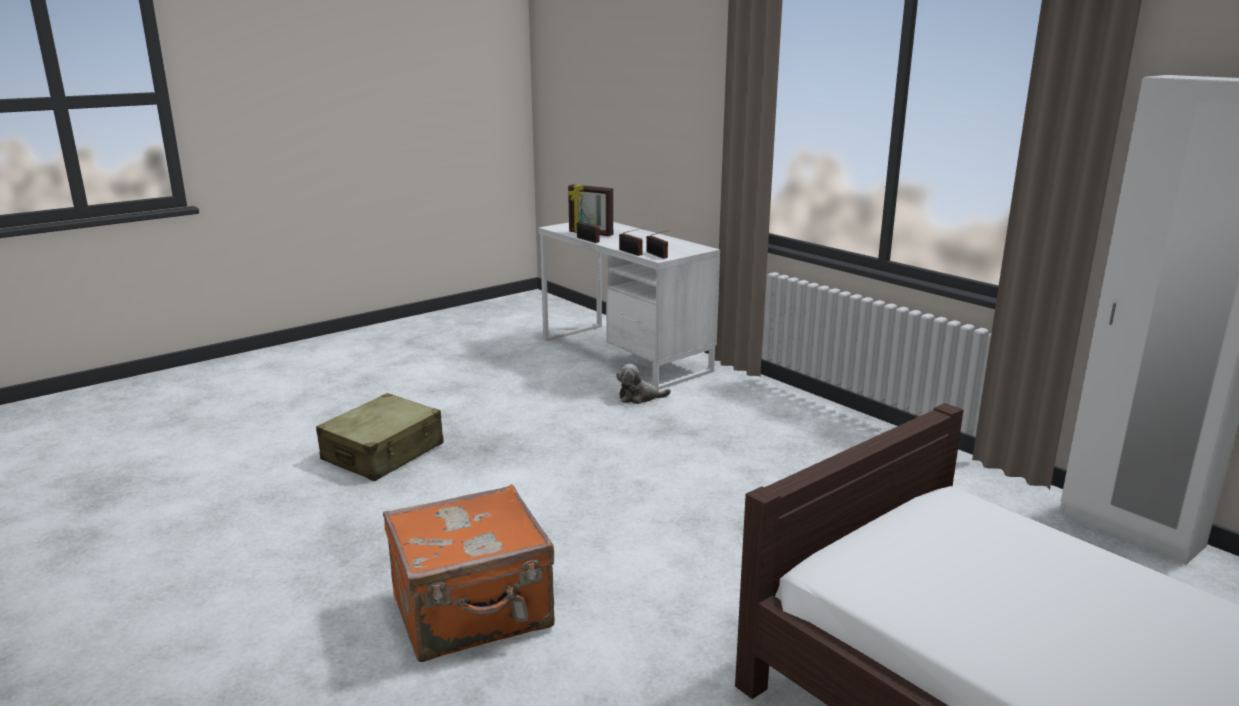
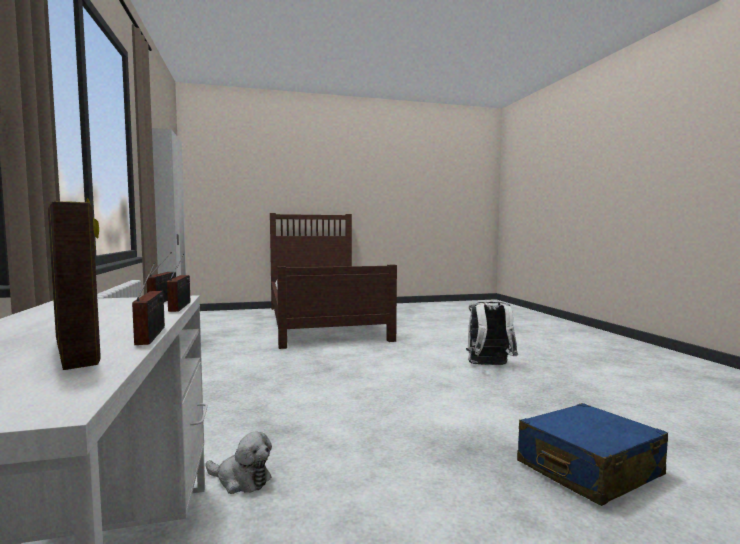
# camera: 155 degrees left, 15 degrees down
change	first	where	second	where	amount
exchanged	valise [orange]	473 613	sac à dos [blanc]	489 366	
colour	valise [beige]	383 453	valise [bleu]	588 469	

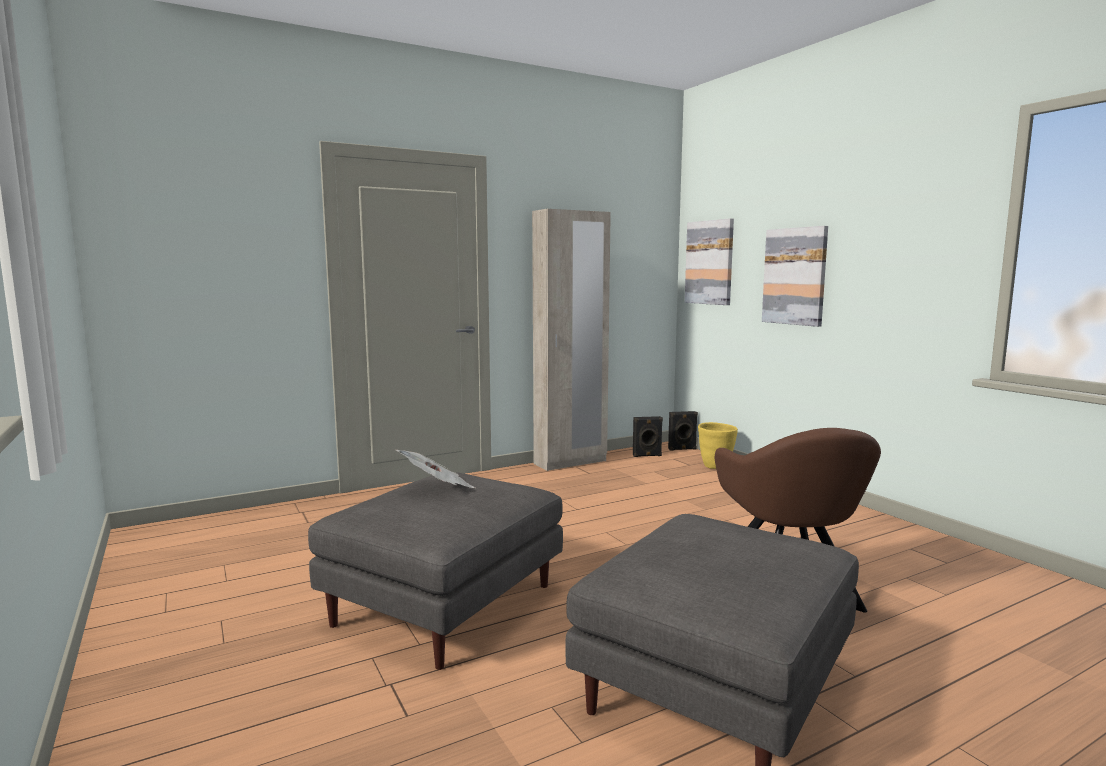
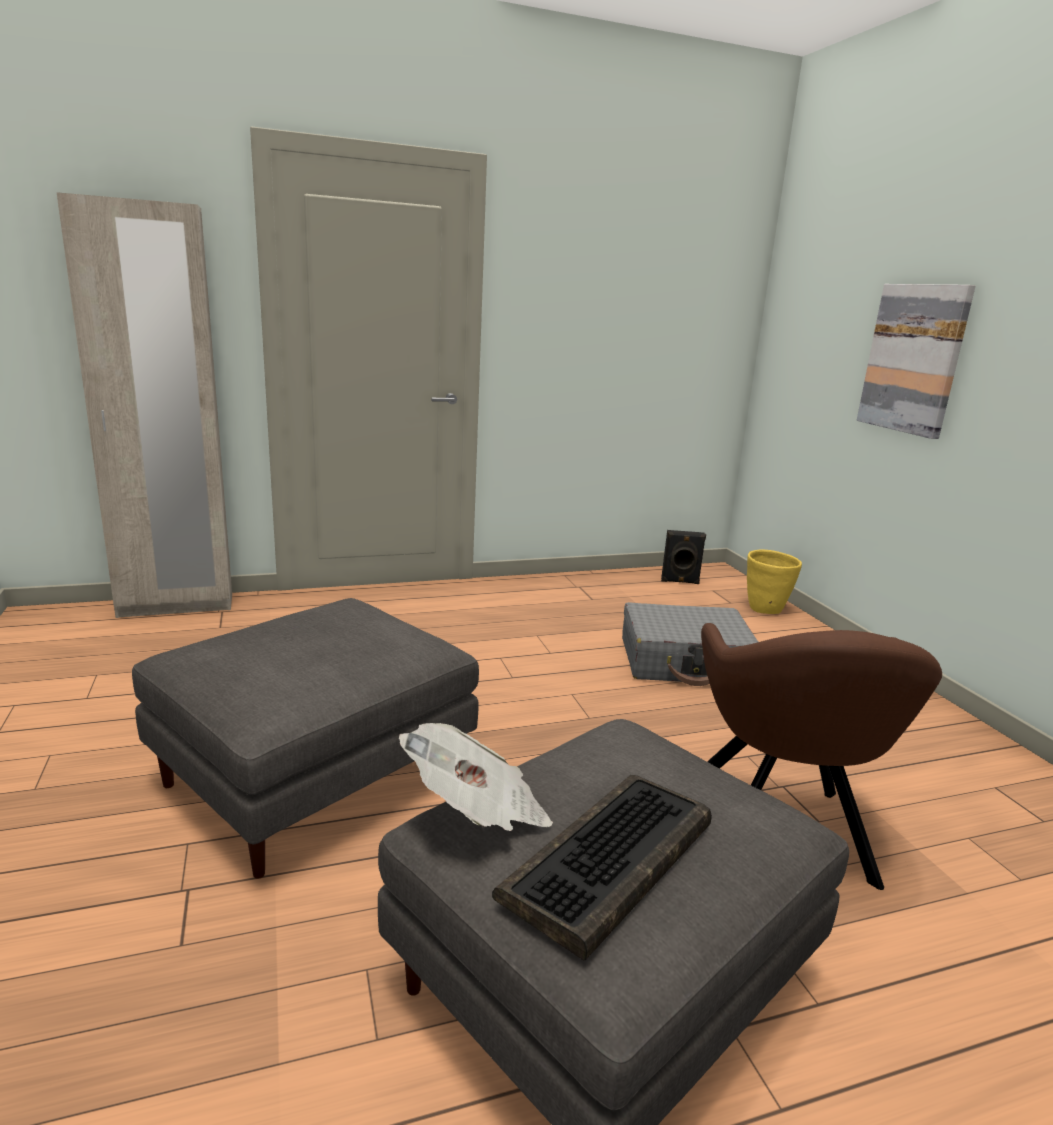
# camera: 10 degrees right, 10 degrees up
change	first	where	second	where	amount
missing	enceinte [noir]	682 449			
missing	tableau	709 262			
appeared			clavier	610 861	
appeared			valise [gris]	685 662	
relocated	journal	437 488		477 811	
relocated	armoire [beige]	570 462		176 606	

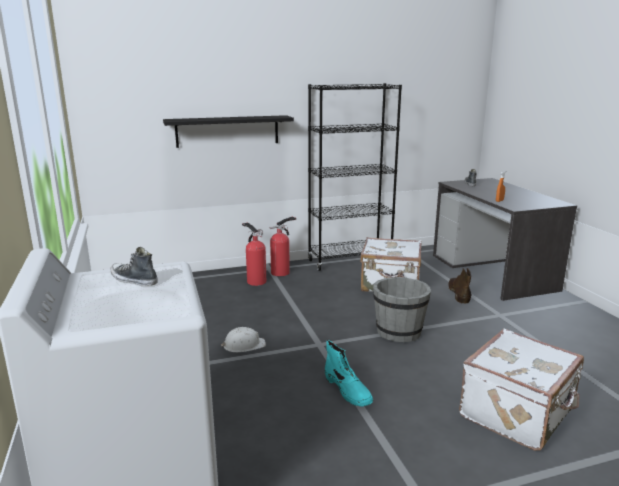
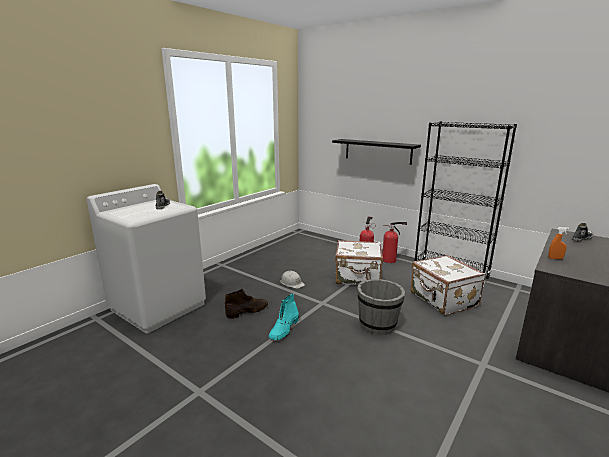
# camera: 55 degrees right, 0 degrees up
change	first	where	second	where	amount
relocated	botte [marron]	458 293		247 311	
relocated	valise [blanc]	518 414		358 277	

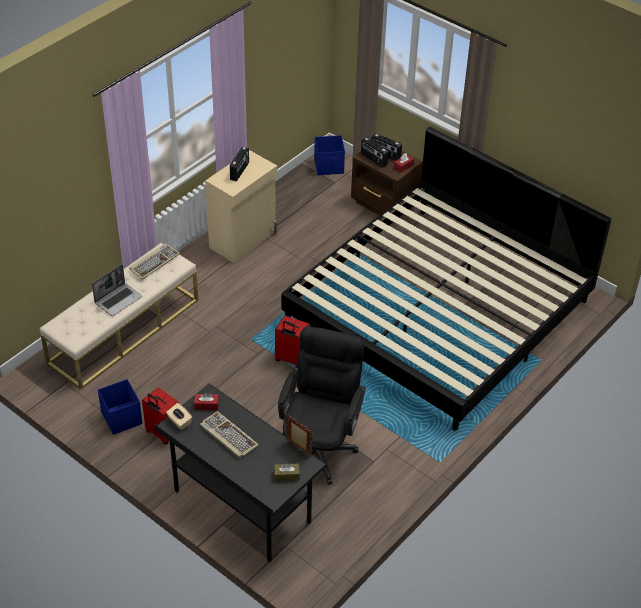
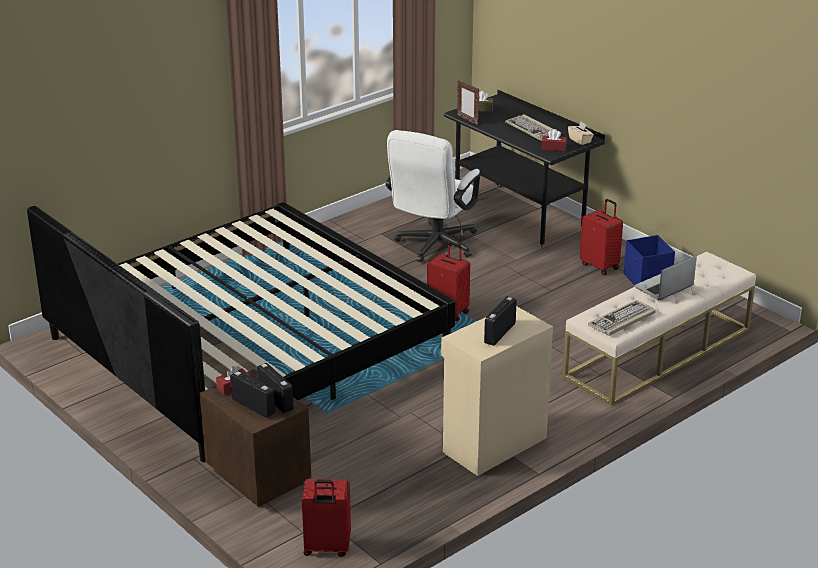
# camera: 170 degrees left, 15 degrees down
change	first	where	second	where	amount
exchanged	boîte de rangement [bleu]	329 166	valise [rouge]	327 548	
colour	chaise de bureau [noir]	319 445	chaise de bureau [blanc]	433 247	

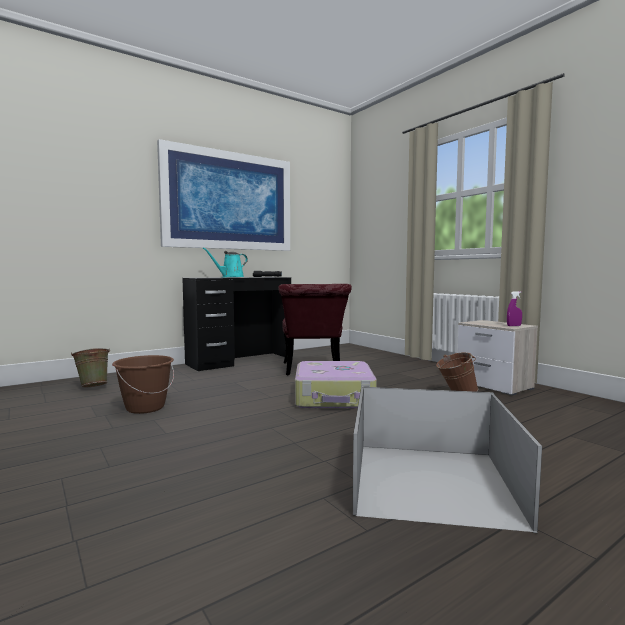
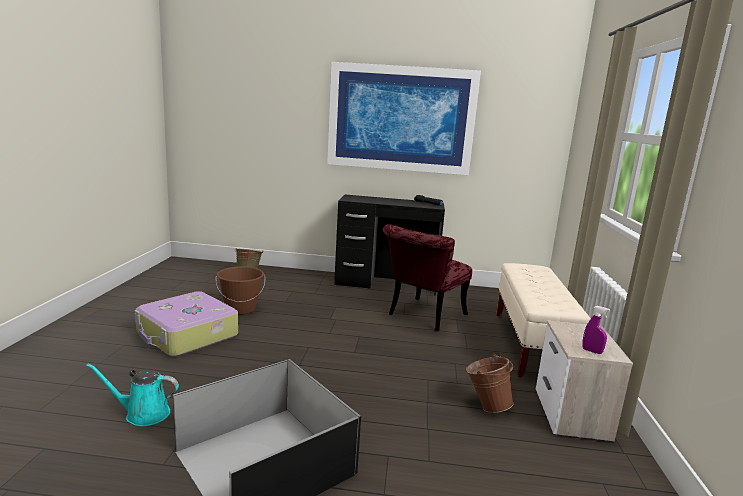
# camera: 40 degrees right, 10 degrees up
change	first	where	second	where	amount
appeared			banc [beige]	531 345	
relocated	arrosoir [turquoise]	230 277		143 414	
relocated	valise	334 397		187 335	

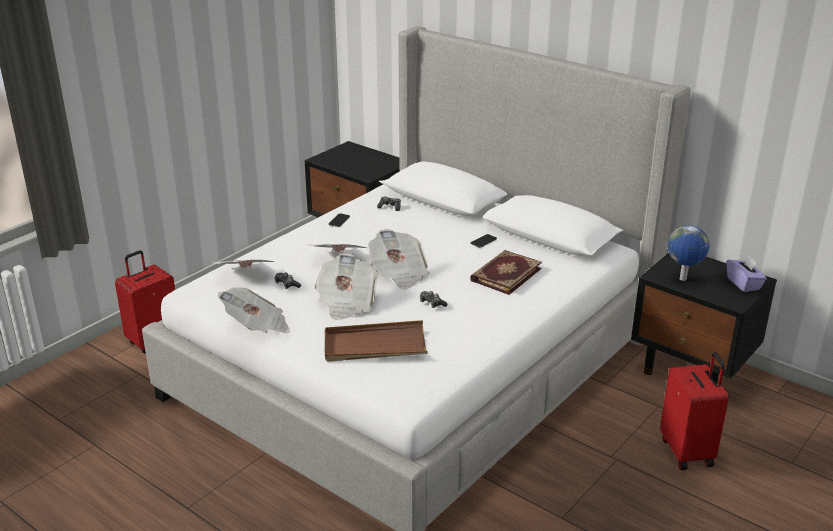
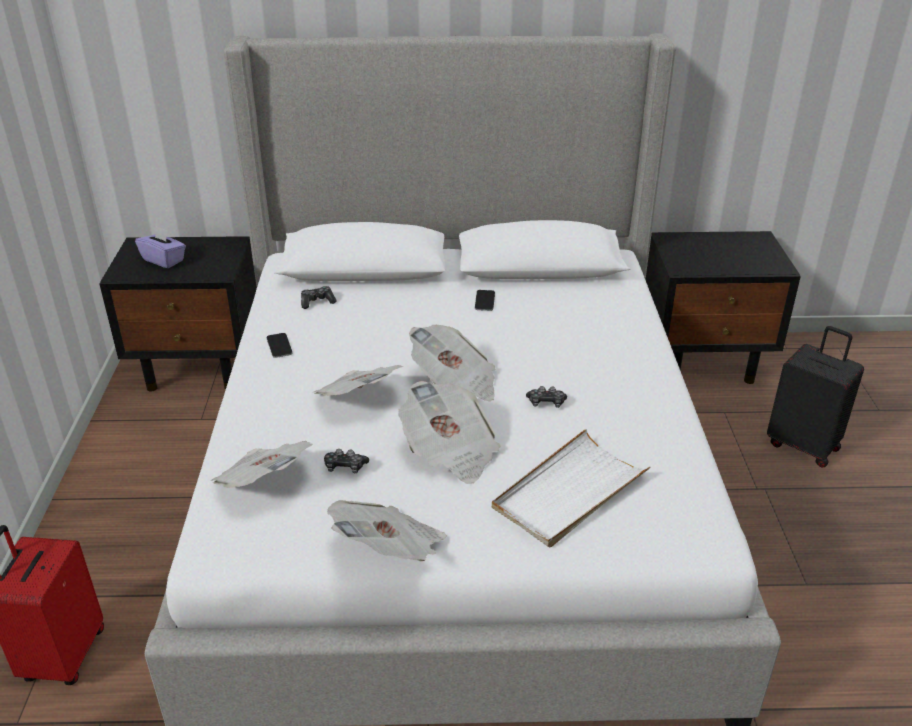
# camera: 40 degrees left, 5 degrees up
change	first	where	second	where	amount
missing	livre	505 274			
missing	globe	683 279			
relocated	boîte à mouchoirs [violet]	744 284		164 260	
colour	plateau [marron]	374 345	plateau [blanc]	569 492	
colour	valise [rouge]	688 452	valise [noir]	803 445	

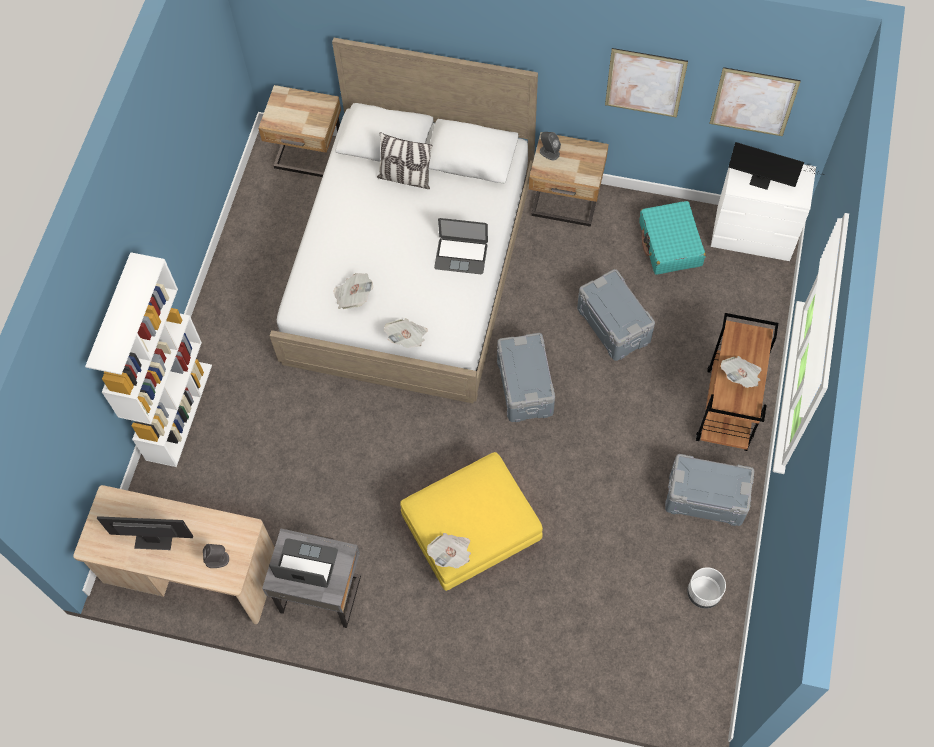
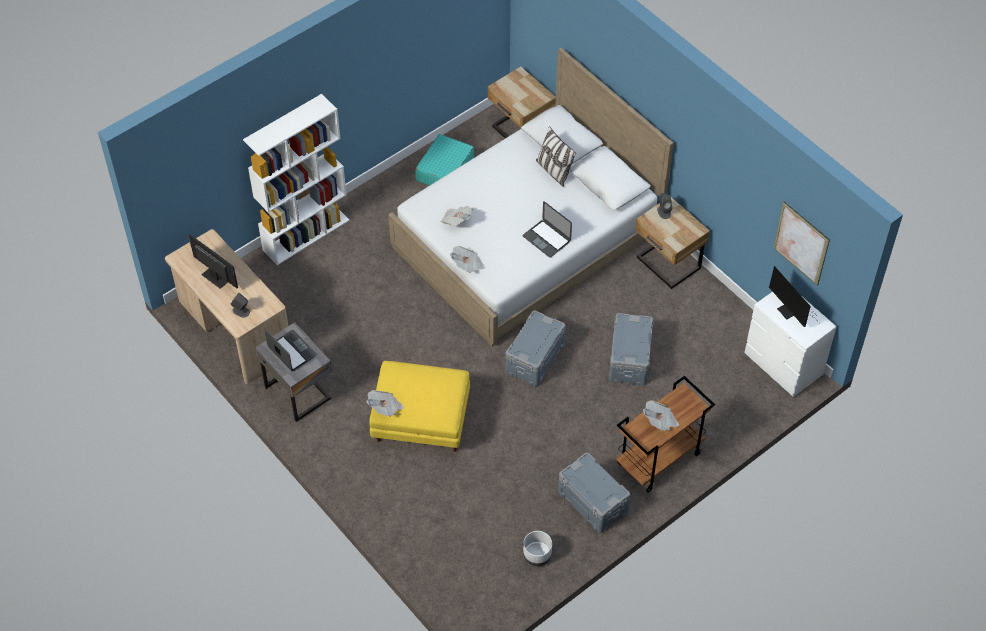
# camera: 35 degrees right, 10 degrees down
change	first	where	second	where	amount
missing	tableau	645 83			
relocated	valise [turquoise]	670 244		444 169	

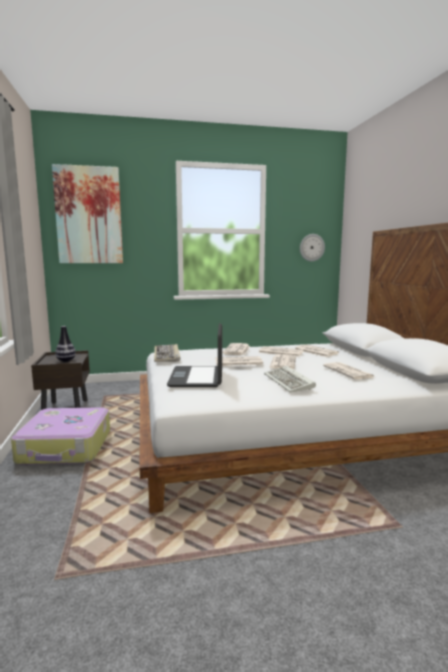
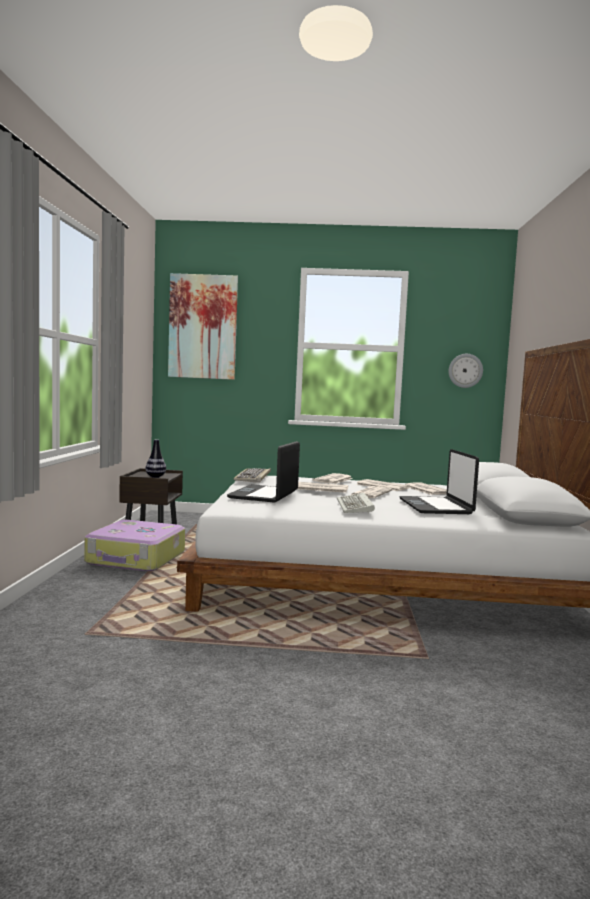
# camera: 15 degrees right, 5 degrees down
change	first	where	second	where	amount
exchanged	journal	349 372	ordinateur portable	436 506	

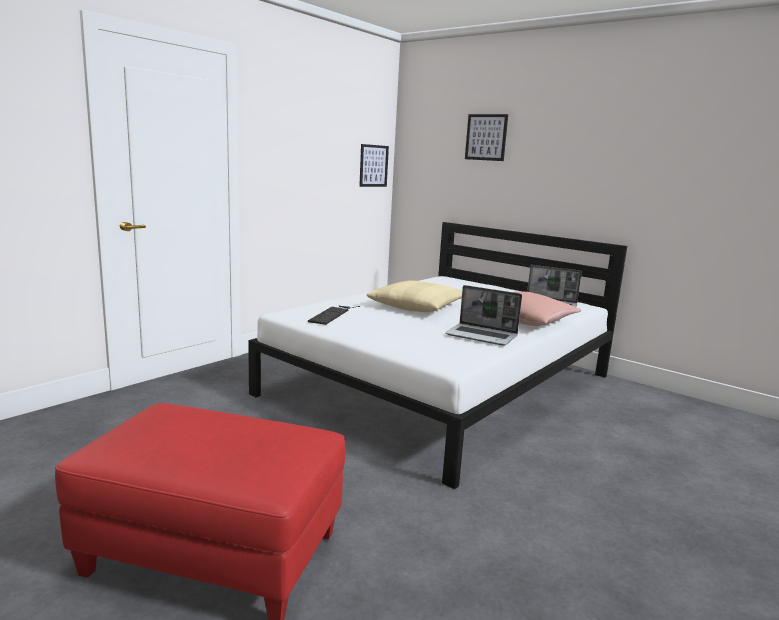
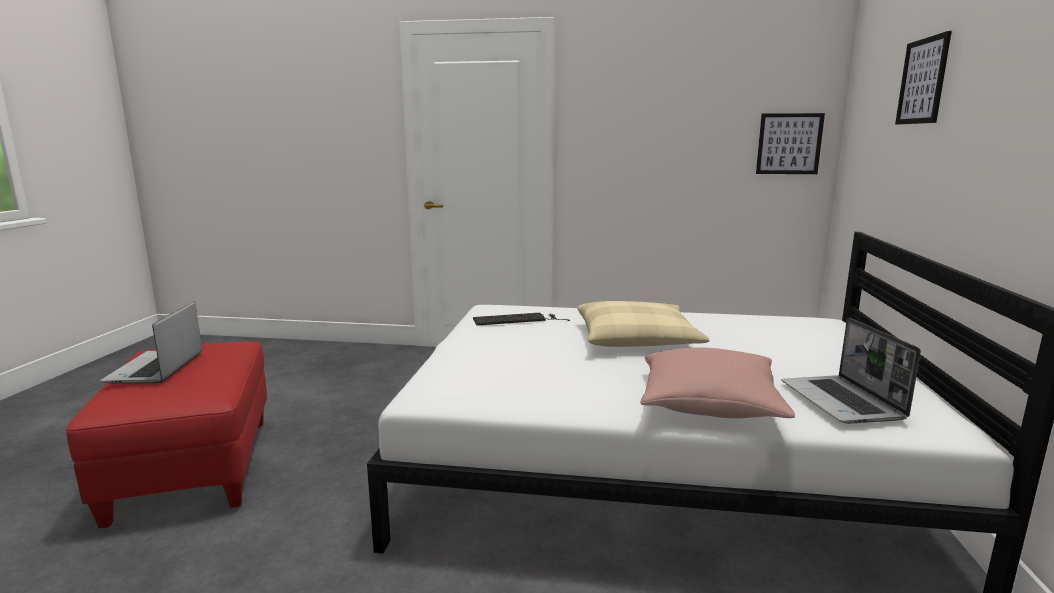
# camera: 60 degrees right, 0 degrees up
change	first	where	second	where	amount
relocated	ordinateur portable	482 336		156 369	

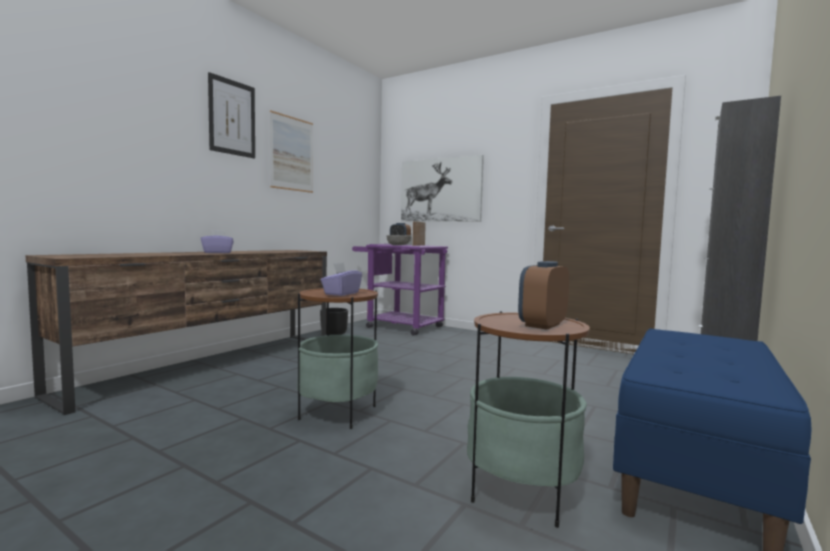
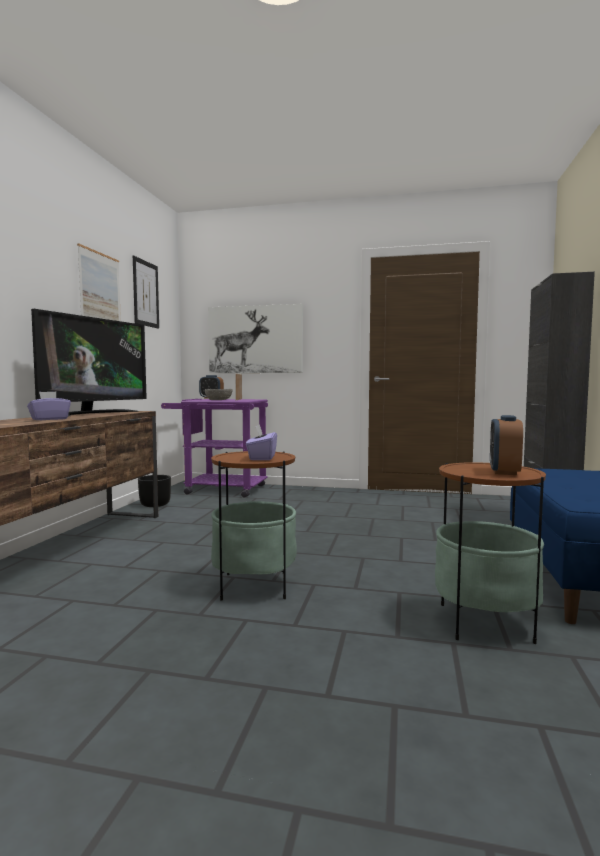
# camera: 20 degrees left, 0 degrees up
change	first	where	second	where	amount
appeared			téléviseur	94 413	
relocated	tableau	232 117		145 293	

